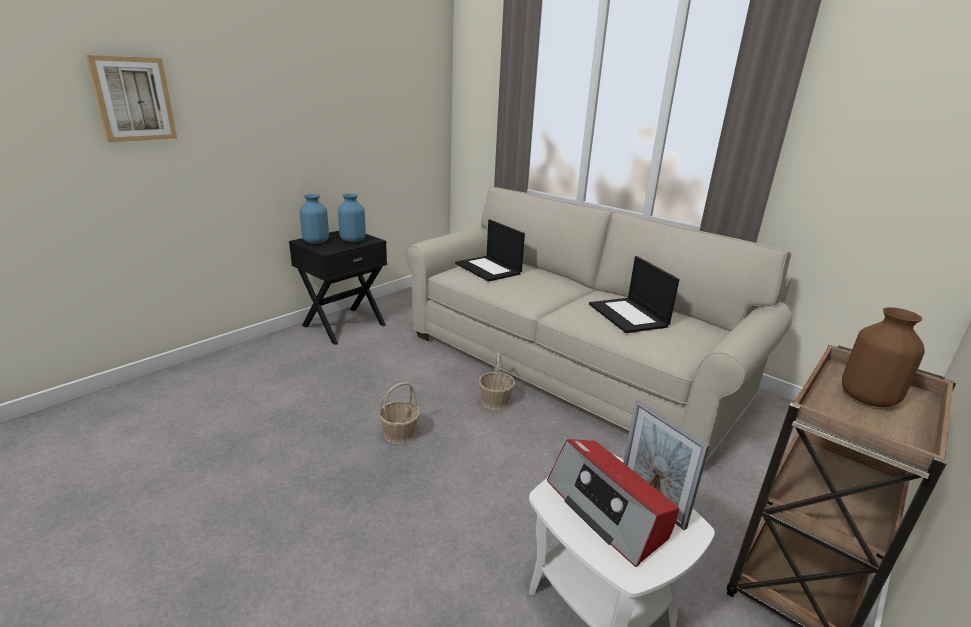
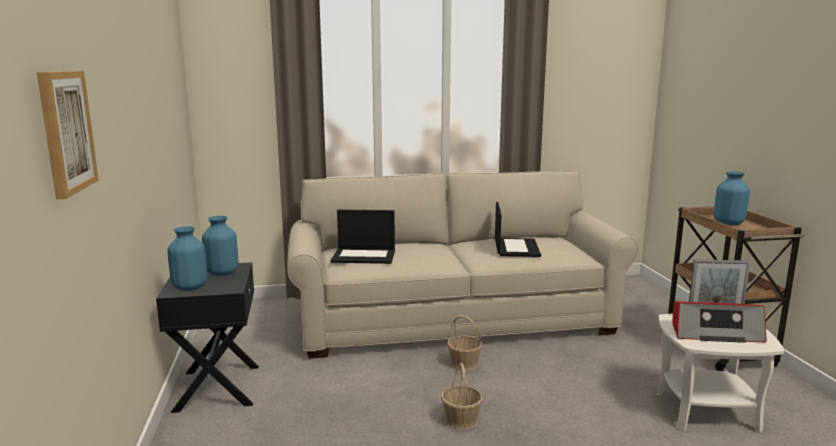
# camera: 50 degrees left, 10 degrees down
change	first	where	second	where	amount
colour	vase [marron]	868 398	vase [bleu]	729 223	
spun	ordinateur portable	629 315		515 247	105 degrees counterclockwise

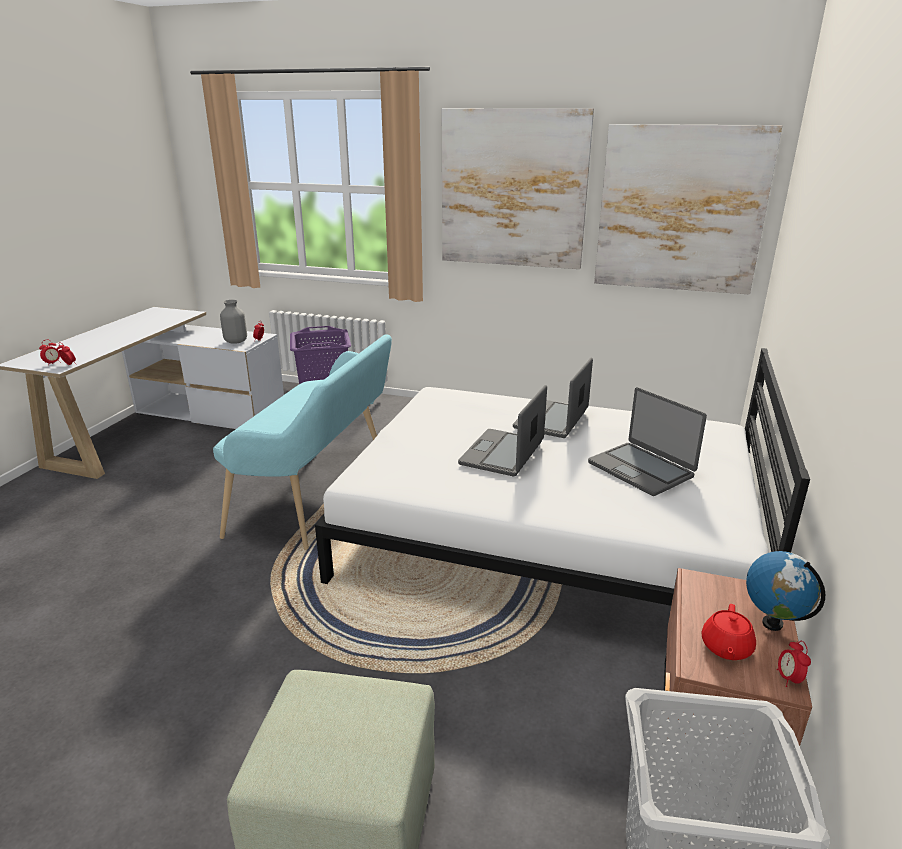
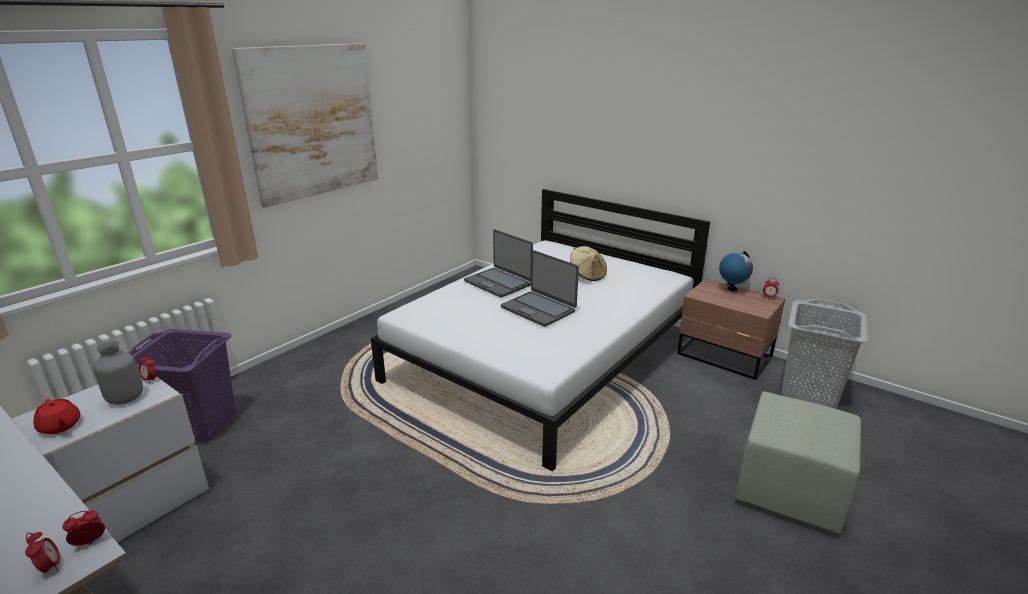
# camera: 70 degrees left, 0 degrees up
change	first	where	second	where	amount
missing	banc [turquoise]	319 495			
missing	tableau	680 210			
relocated	théière [rouge]	725 648		60 426	
exchanged	ordinateur portable	641 469	chapeau [beige]	587 275	

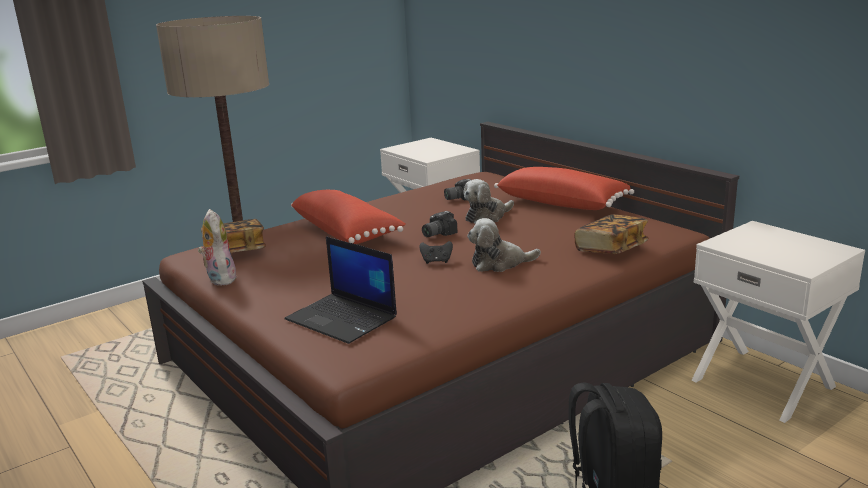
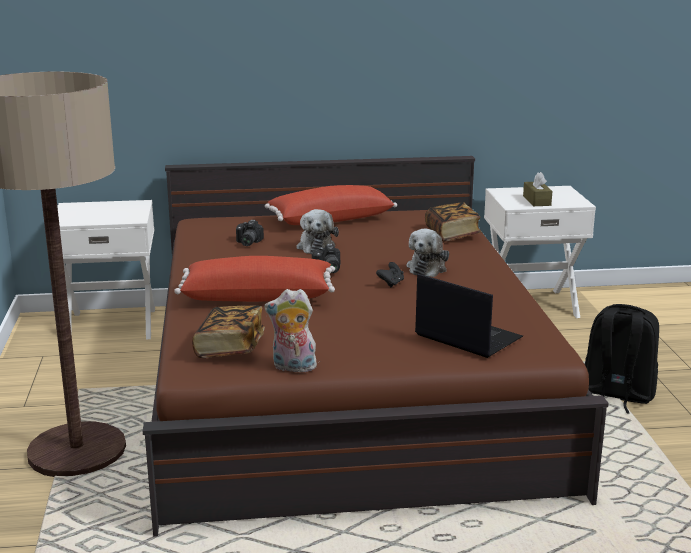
# camera: 60 degrees left, 0 degrees up
change	first	where	second	where	amount
appeared			boîte à mouchoirs [marron]	536 201	
spun	ordinateur portable	343 319		466 336	120 degrees counterclockwise

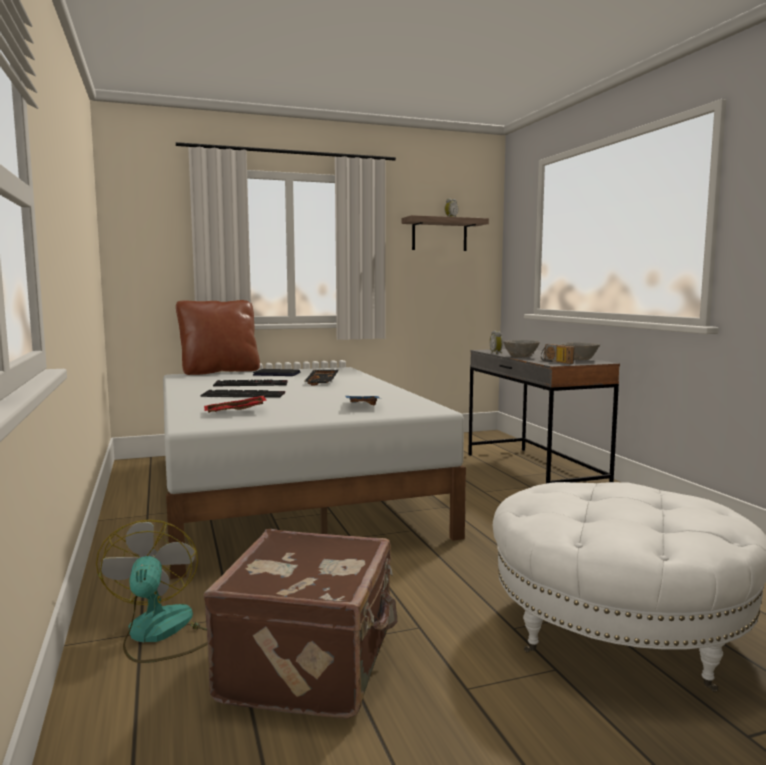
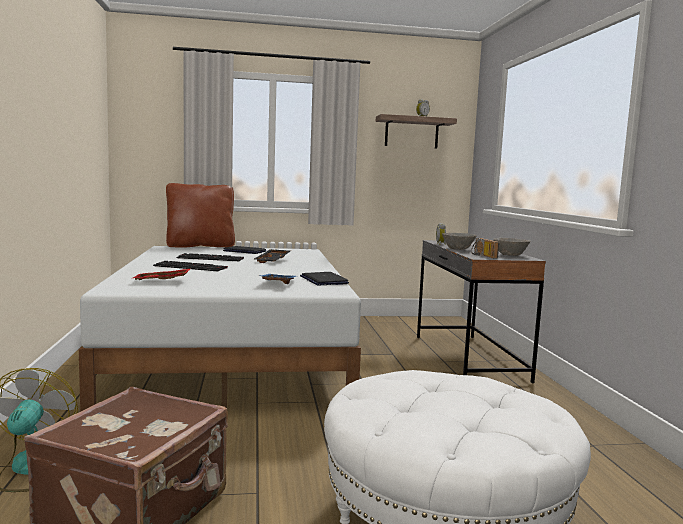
# camera: 10 degrees right, 0 degrees up
change	first	where	second	where	amount
appeared			ordinateur portable	323 280	

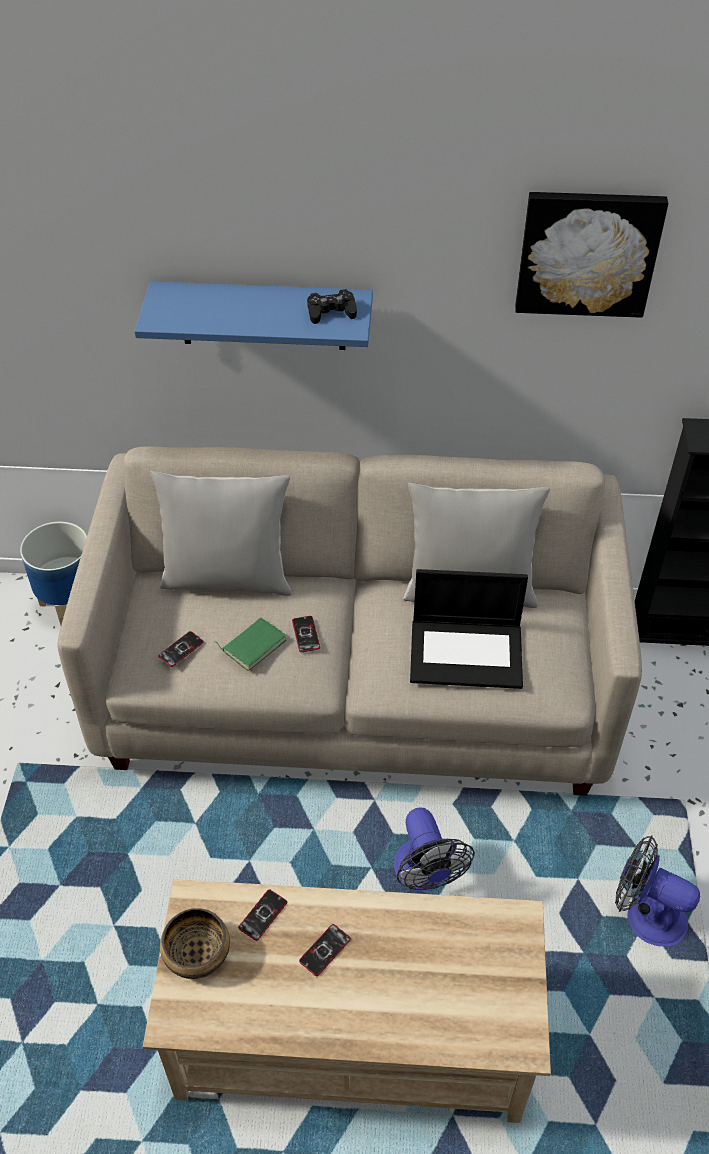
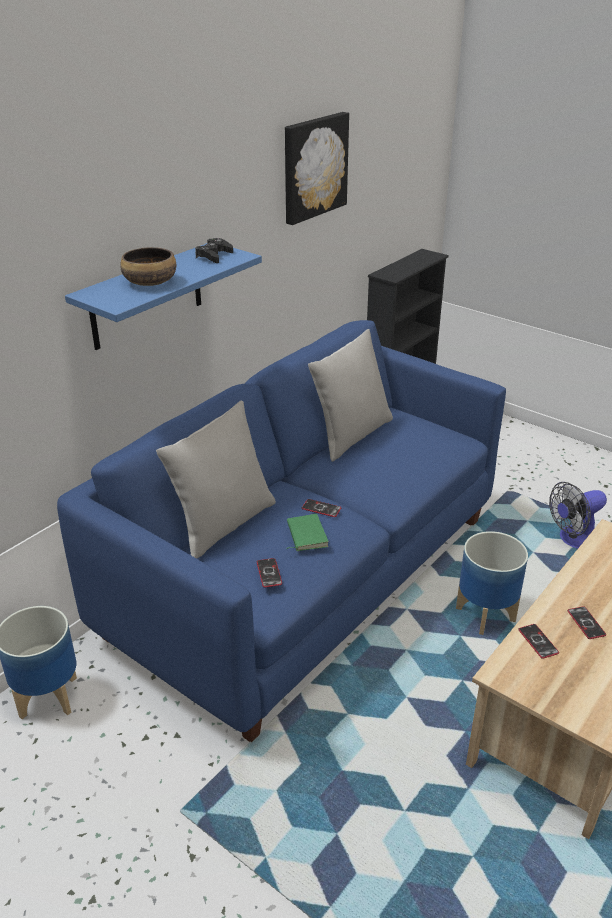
# camera: 55 degrees left, 15 degrees down
change	first	where	second	where	amount
missing	ordinateur portable	467 652			
relocated	bol	196 952		149 282	
exchanged	ventilateur	425 876	cache-pot	484 614	
colour	canapé [beige]	356 688	canapé [bleu]	306 574	

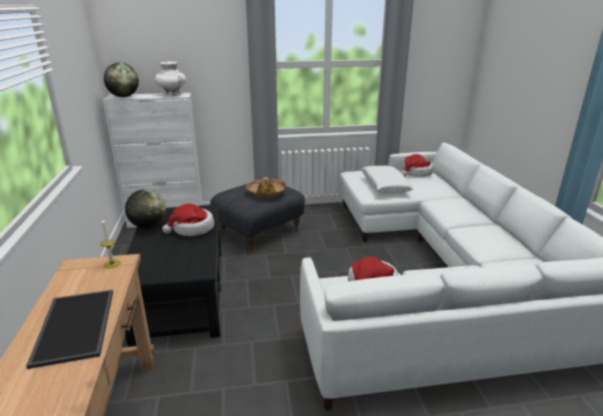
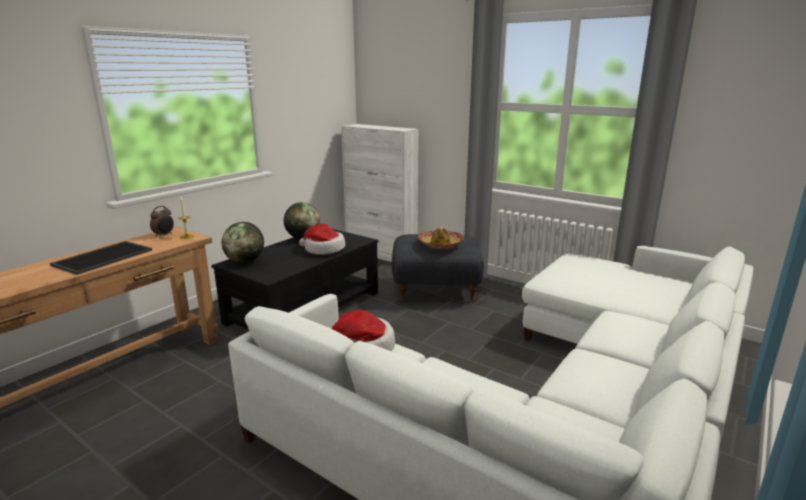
# camera: 45 degrees right, 5 degrees down
change	first	where	second	where	amount
missing	vase [blanc]	172 94			
missing	coussin [blanc]	385 185			
missing	chapeau	416 173			
appeared			réveil	164 235	
relocated	globe	124 96		245 262	

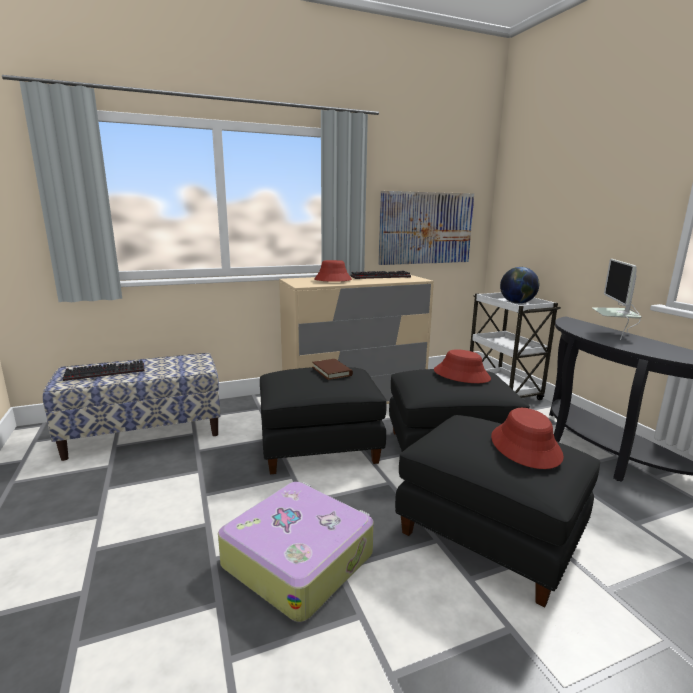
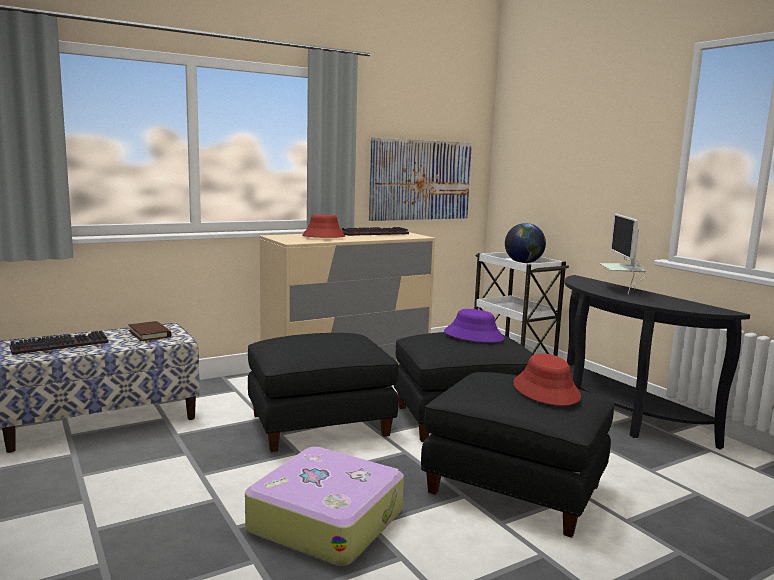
# camera: 10 degrees left, 5 degrees down
change	first	where	second	where	amount
relocated	livre [marron]	332 371		149 334	
colour	chapeau [rouge]	461 375	chapeau [violet]	473 336	

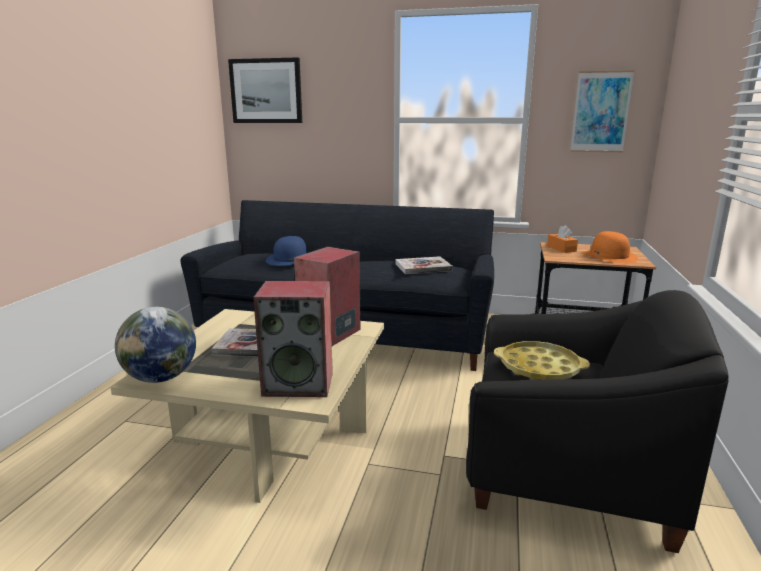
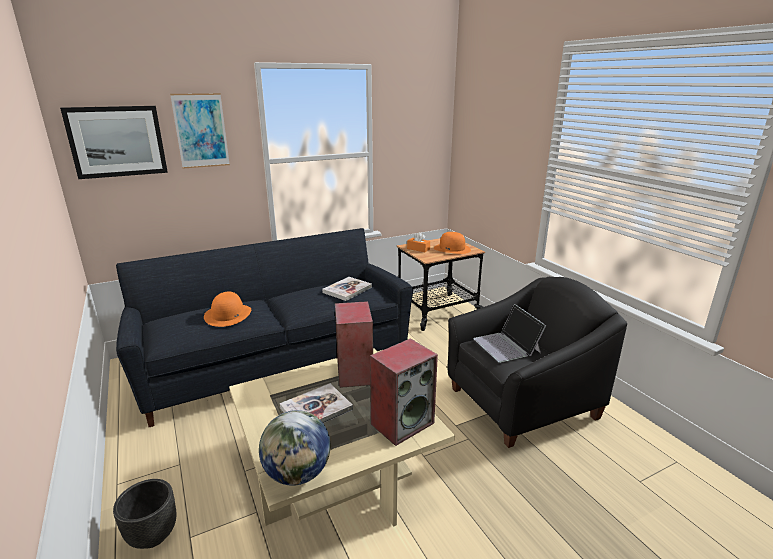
# camera: 40 degrees left, 5 degrees up
change	first	where	second	where	amount
appeared			cache-pot [noir]	152 536	
relocated	tableau	601 112		201 131	
exchanged	plateau [jaune]	539 367	ordinateur portable	507 345	
colour	chapeau [bleu]	290 259	chapeau [orange]	228 315	

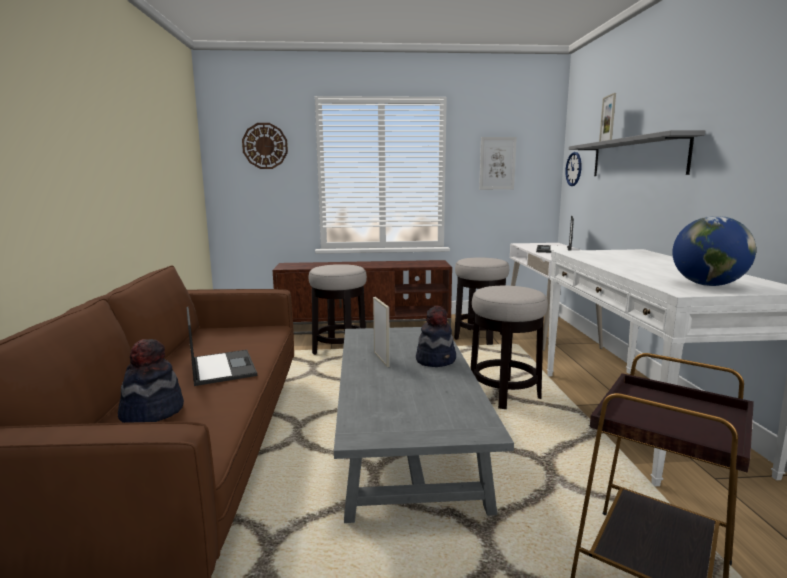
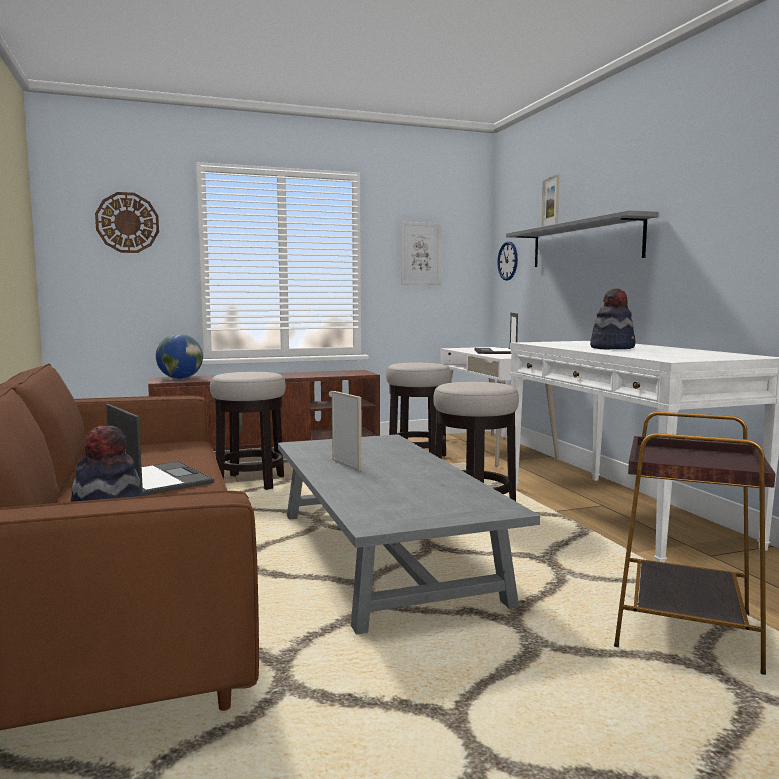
# camera: 15 degrees left, 5 degrees down
change	first	where	second	where	amount
relocated	chapeau	436 360		612 348	
relocated	globe	707 285		180 378	

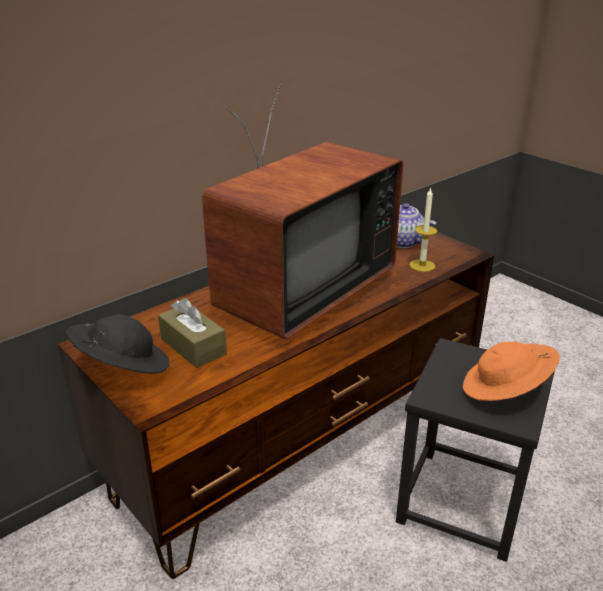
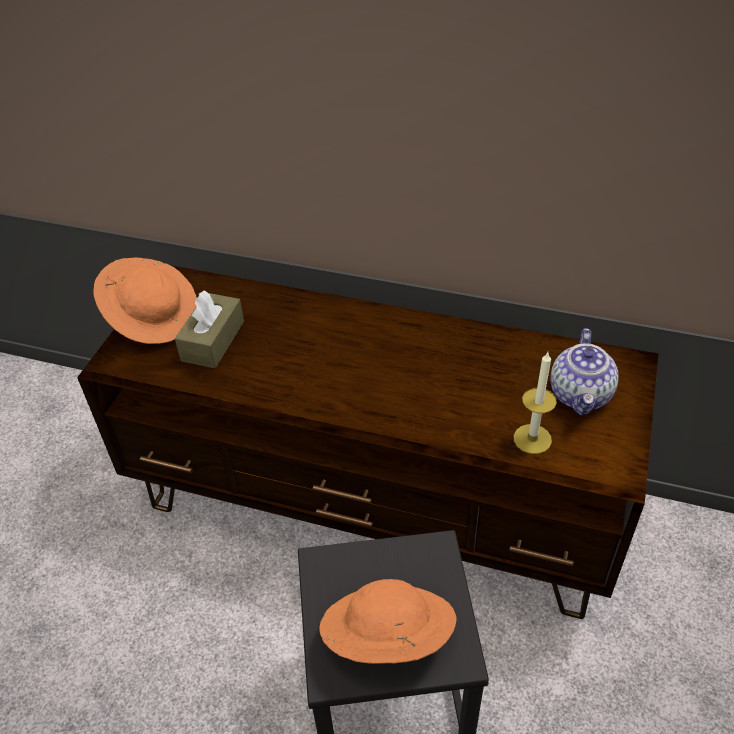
# camera: 60 degrees right, 15 degrees up
change	first	where	second	where	amount
missing	téléviseur	295 292			
colour	chapeau [noir]	122 367	chapeau [orange]	153 317	

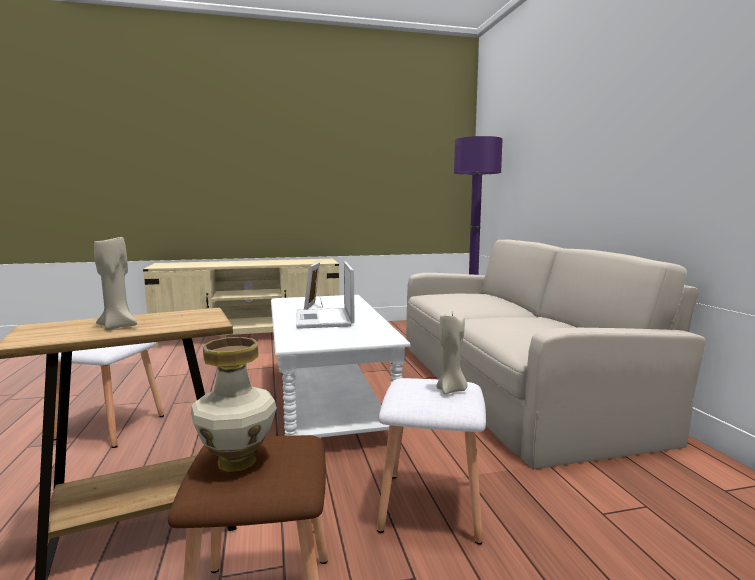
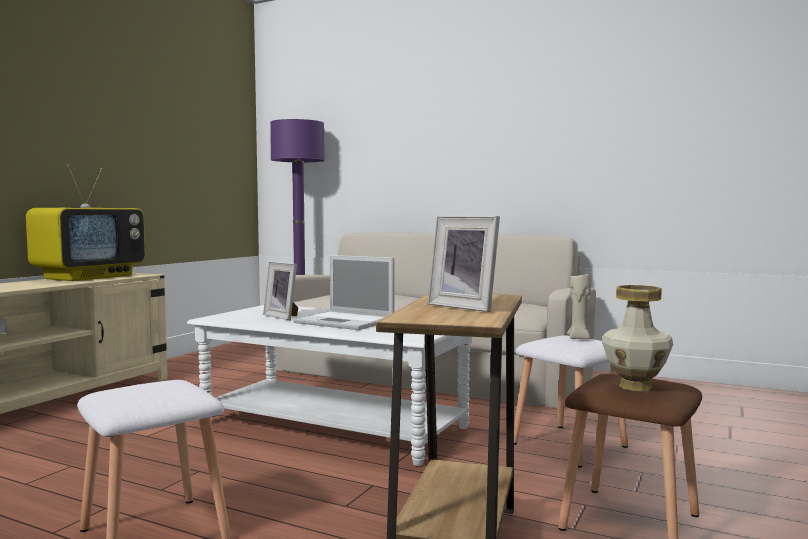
# camera: 50 degrees left, 5 degrees down
change	first	where	second	where	amount
appeared			téléviseur	89 277	
exchanged	bougie [beige]	118 326	cadre photo	466 306	

